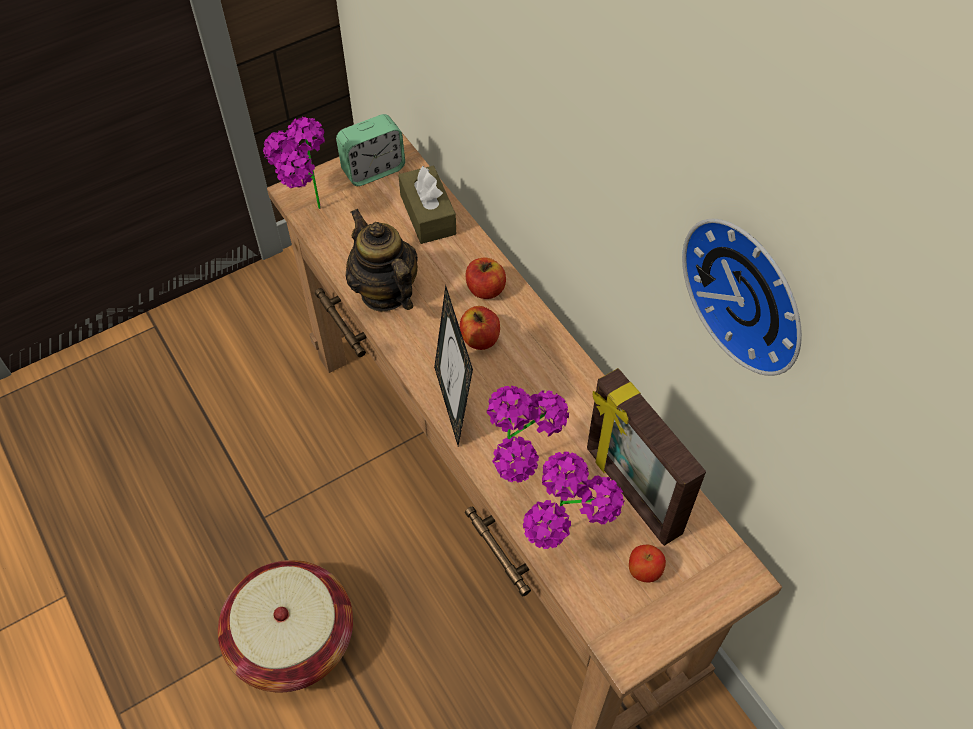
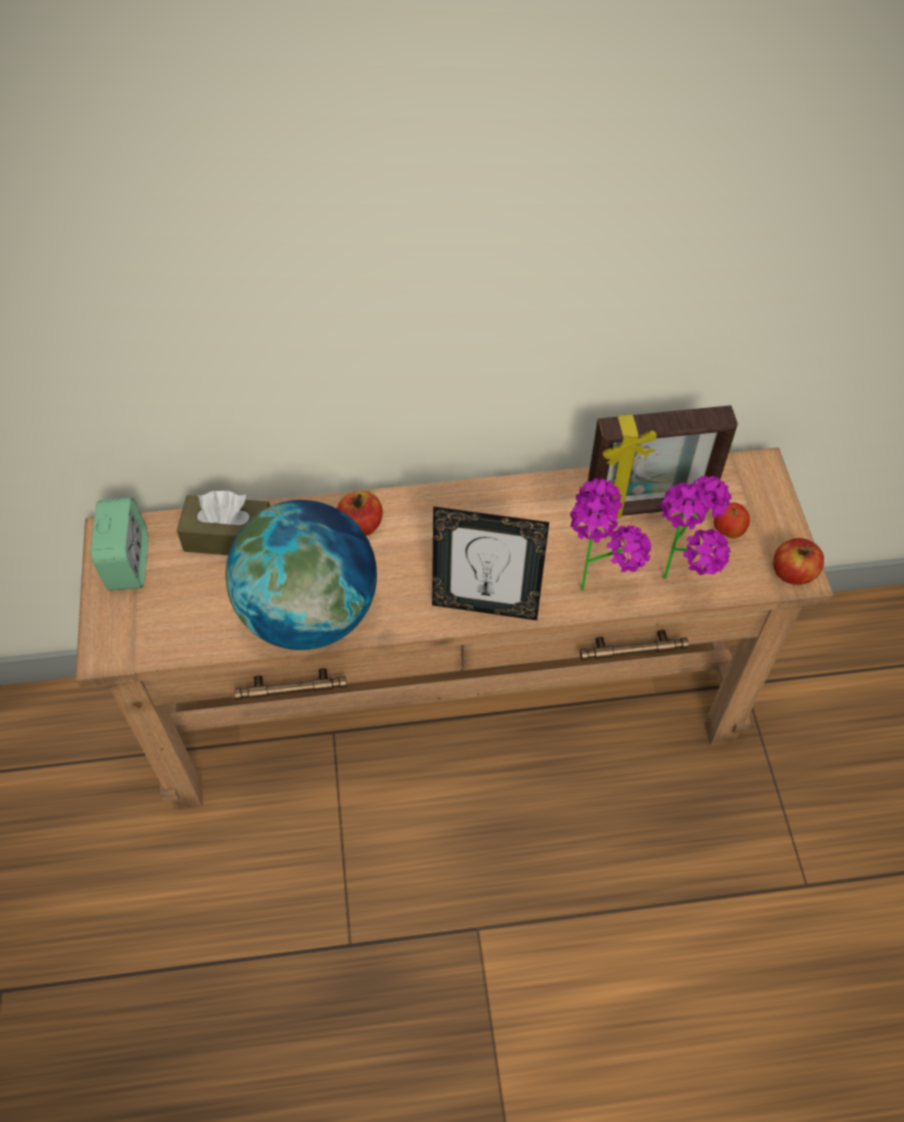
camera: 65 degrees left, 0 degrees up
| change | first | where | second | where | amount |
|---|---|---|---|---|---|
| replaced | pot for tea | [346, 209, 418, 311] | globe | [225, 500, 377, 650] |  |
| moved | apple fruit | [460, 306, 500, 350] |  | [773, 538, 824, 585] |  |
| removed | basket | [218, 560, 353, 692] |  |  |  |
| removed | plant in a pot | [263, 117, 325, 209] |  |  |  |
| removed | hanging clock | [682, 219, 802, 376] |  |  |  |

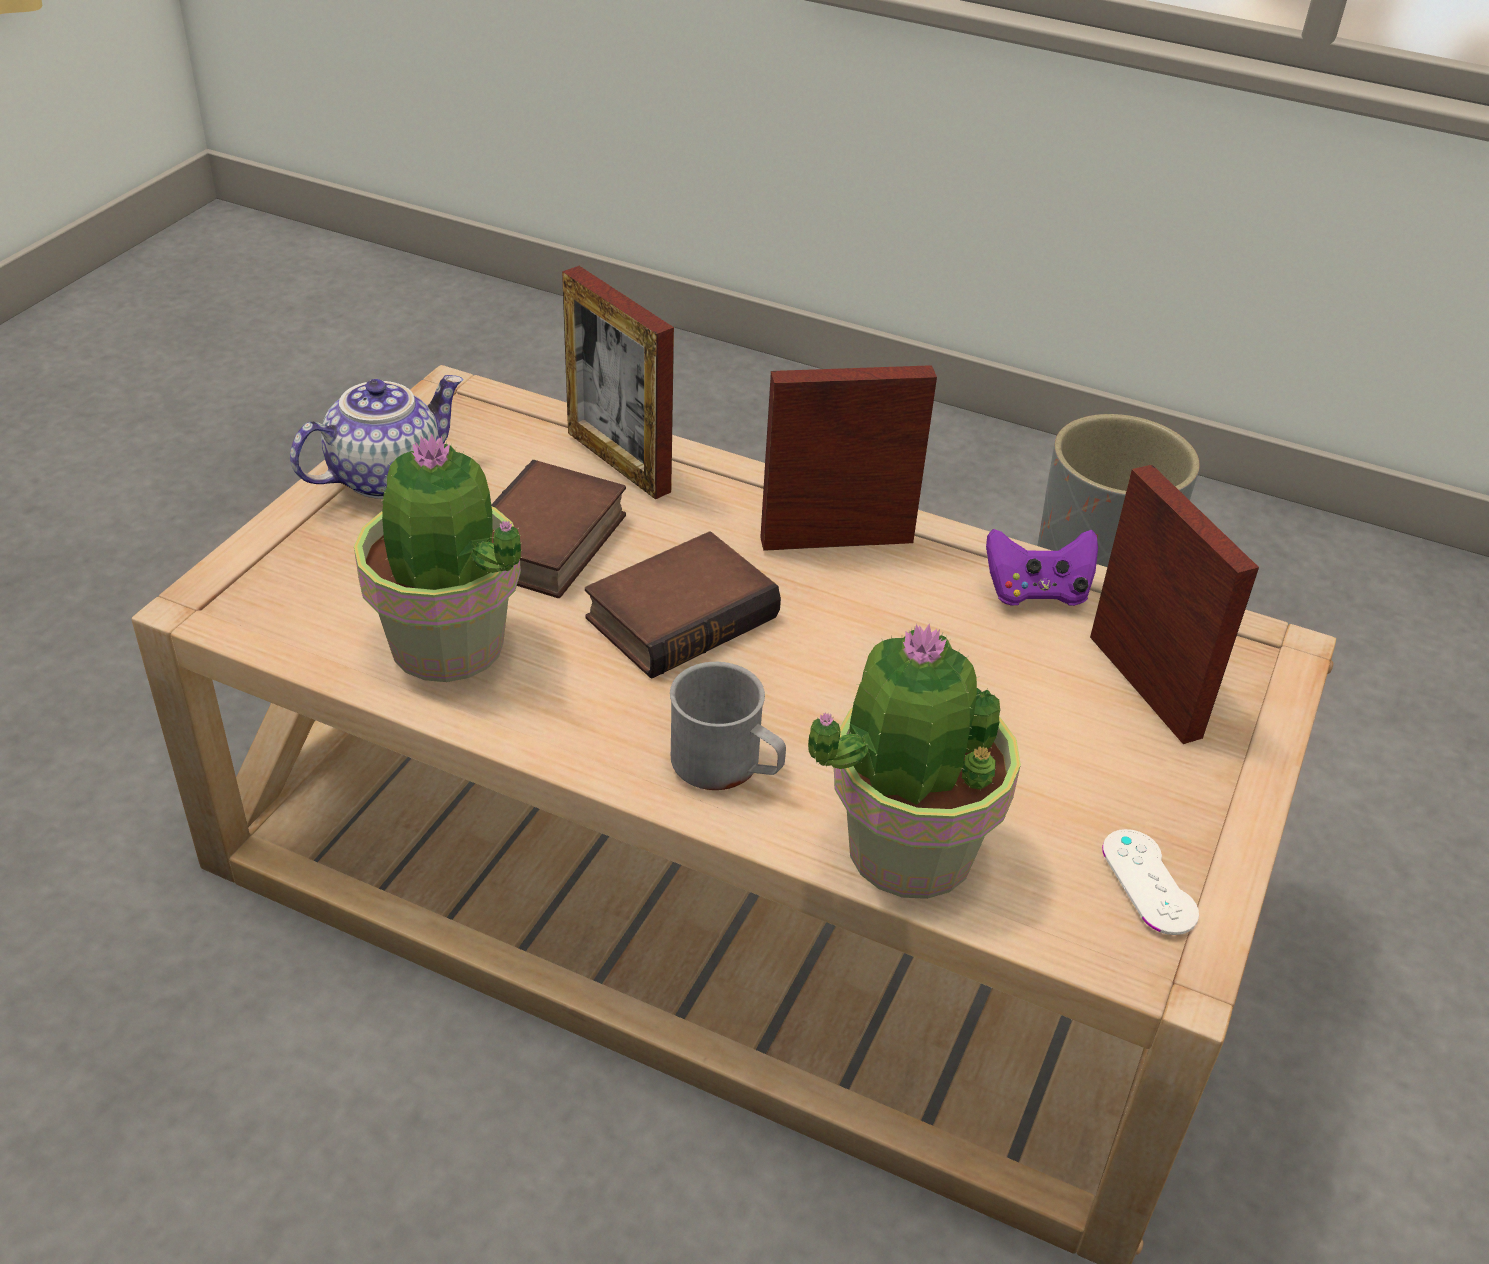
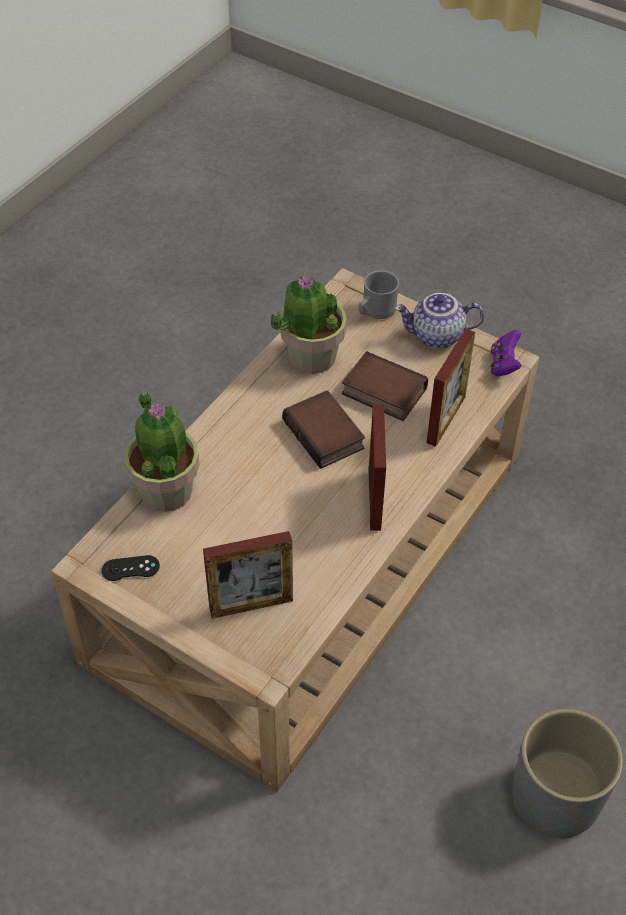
camera: 100 degrees right, 10 degrees up
| change | first | where | second | where | amount |
|---|---|---|---|---|---|
| recoloured | gamepad (white) | [1102, 829, 1199, 935] | gamepad (black-coloured) | [102, 555, 160, 581] |  |
| moved | coffee mug (grey) | [670, 662, 786, 790] |  | [358, 270, 399, 319] |  |
| turned | pot for tea | [290, 375, 463, 499] |  | [395, 293, 484, 348] | 120 degrees clockwise |
| turned | photo frame | [562, 266, 674, 499] |  | [427, 329, 475, 447] | 150 degrees clockwise |
| moved | gamepad (purple) | [986, 529, 1098, 606] |  | [491, 330, 521, 376] |  |

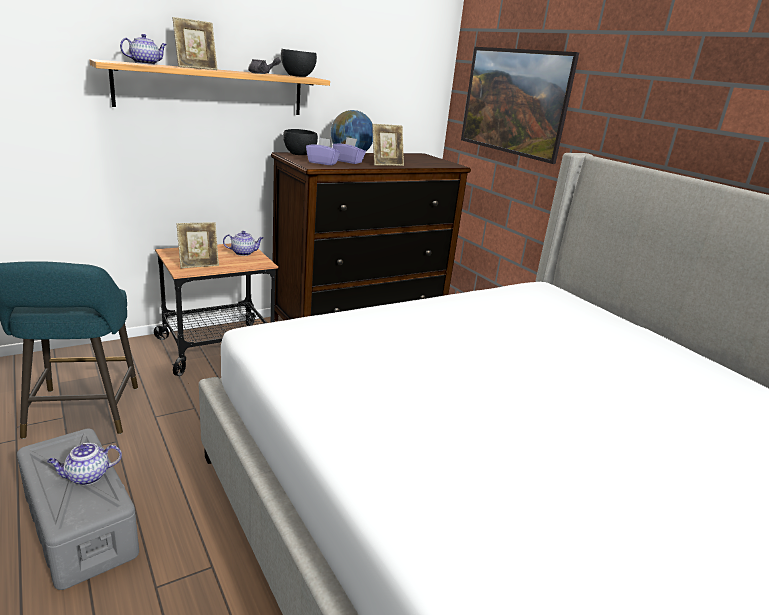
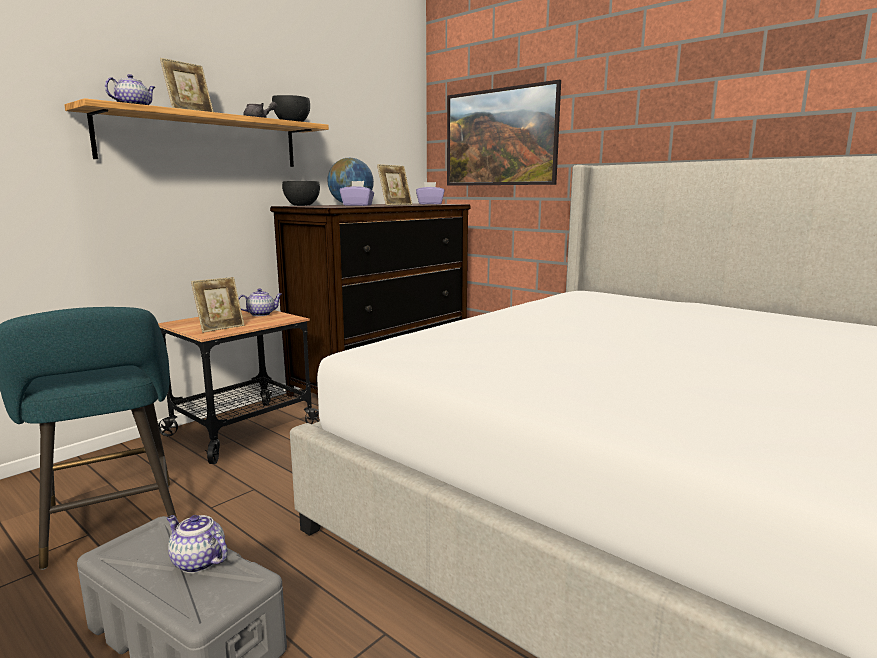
camera: 15 degrees left, 10 degrees down
| change | first | where | second | where | amount |
|---|---|---|---|---|---|
| turned | pot for tea | [47, 443, 122, 485] |  | [167, 515, 228, 573] | 75 degrees clockwise |
| moved | tissue box (purple) | [306, 137, 341, 165] |  | [416, 182, 445, 204] |  |

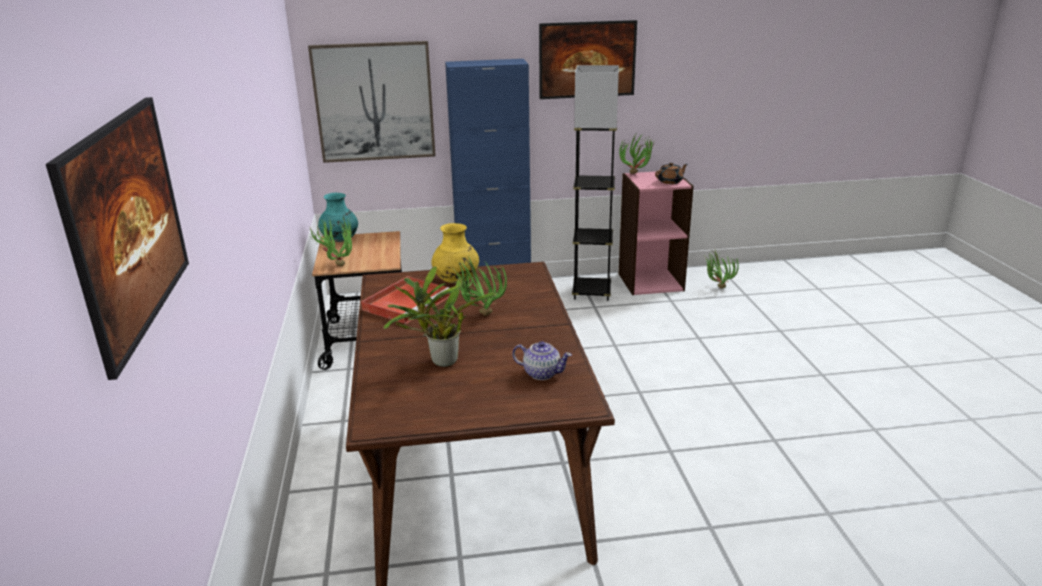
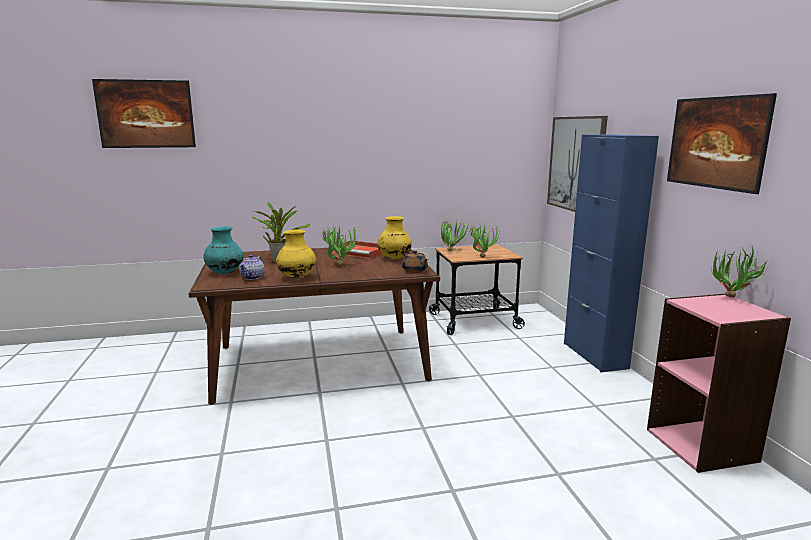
camera: 85 degrees right, 10 degrees down
| change | first | where | second | where | amount |
|---|---|---|---|---|---|
| moved | decorative vase (turquoise) | [318, 193, 358, 242] |  | [204, 226, 243, 274] |  |
| added |  |  | decorative vase (yellow) | [276, 230, 316, 278] |  |
| moved | pot for tea (brown) | [655, 162, 688, 184] |  | [402, 250, 428, 273] |  |
| moved | plant in a pot | [704, 250, 738, 289] |  | [469, 225, 500, 258] |  |
| removed | standing lamp (grey) | [572, 65, 619, 301] |  |  |  |

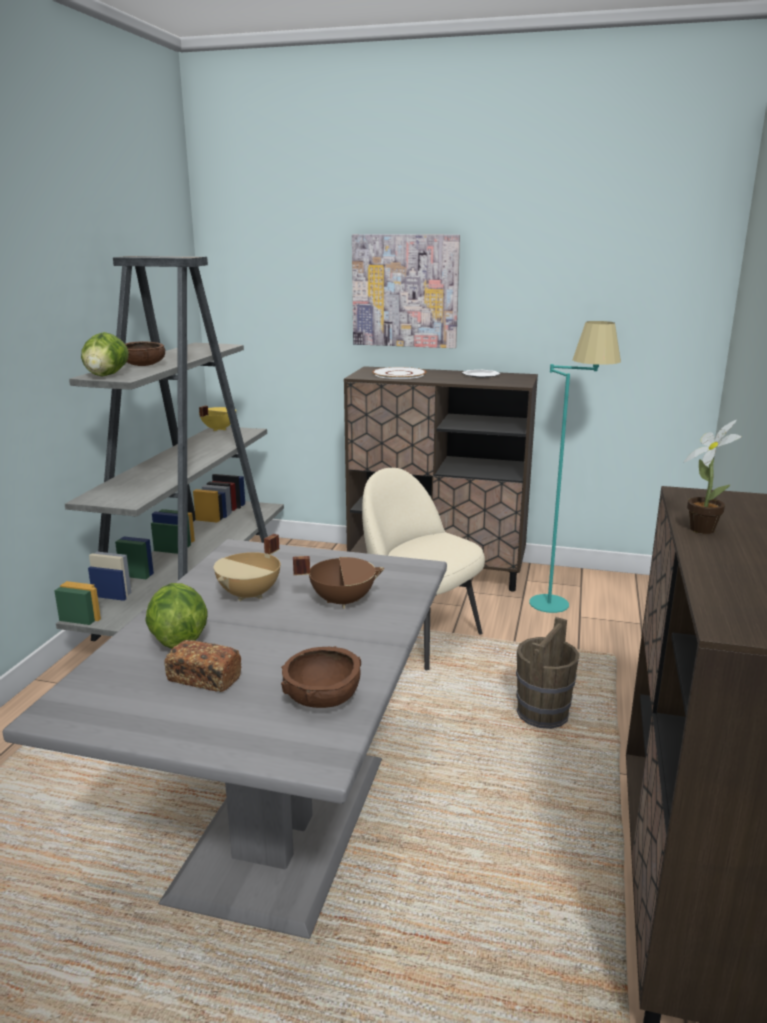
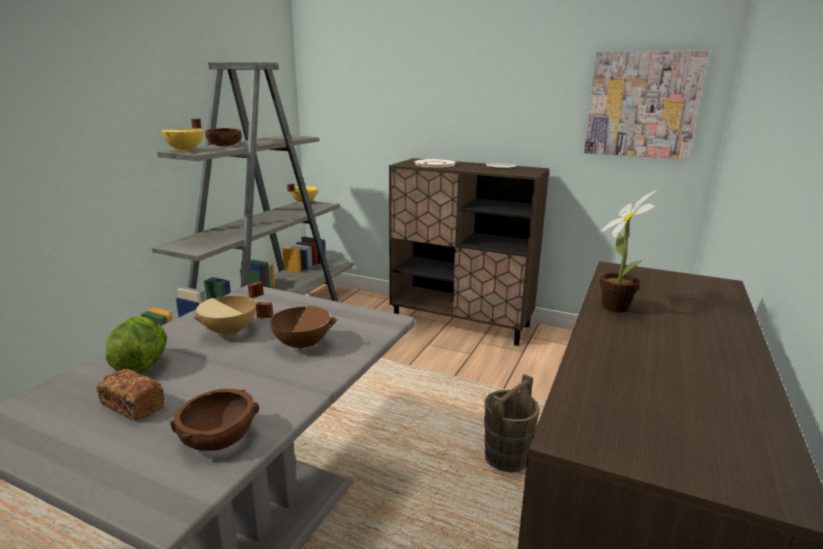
camera: 10 degrees right, 0 degrees up
| change | first | where | second | where | amount |
|---|---|---|---|---|---|
| replaced | lettuce head | [81, 332, 129, 376] | saucepot (yellow) | [161, 118, 204, 152] |  |
| moved | picture | [352, 234, 460, 348] |  | [584, 50, 709, 159] |  |
| removed | chair (beige) | [362, 468, 485, 670] |  |  |  |
| removed | standing lamp (turquoise) | [529, 321, 621, 613] |  |  |  |

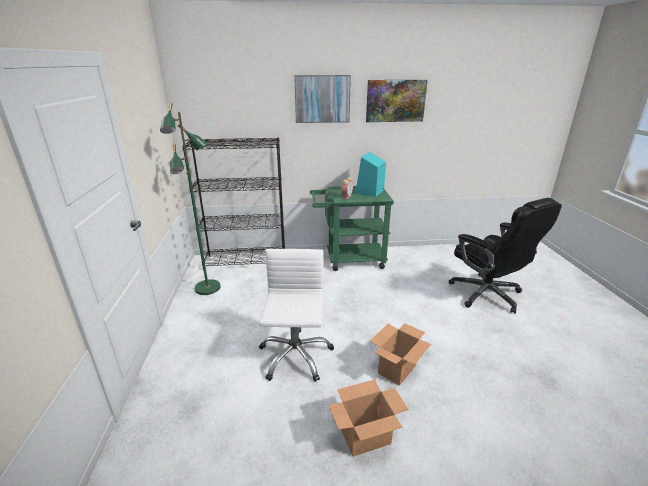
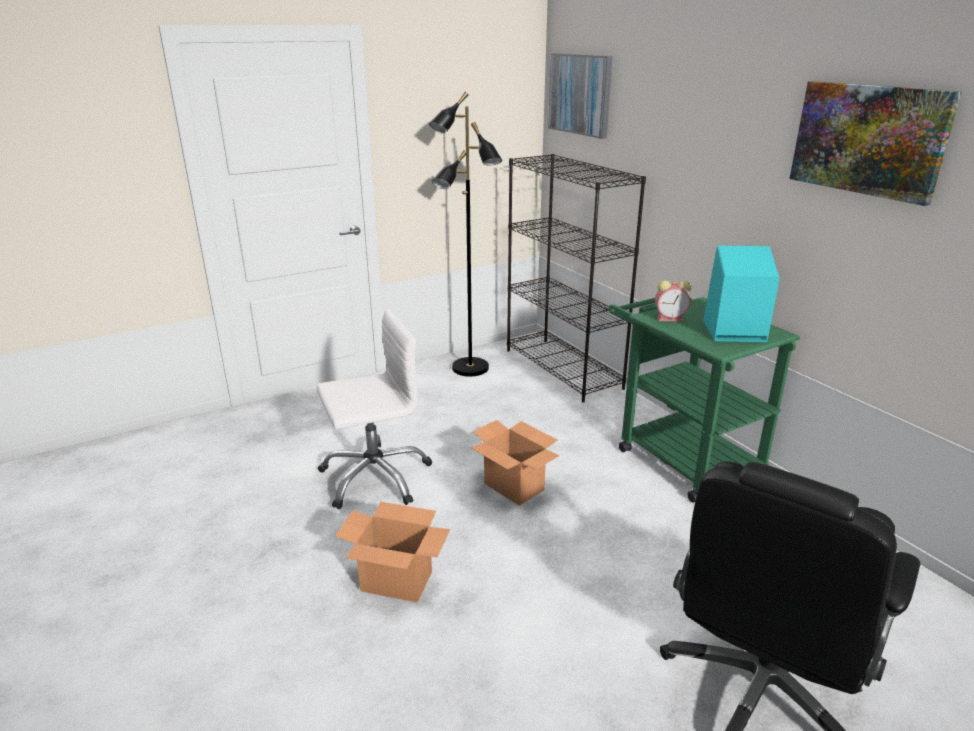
camera: 65 degrees right, 0 degrees up
| change | first | where | second | where | amount |
|---|---|---|---|---|---|
| recoloured | standing lamp (green-coloured) | [160, 102, 221, 295] | standing lamp (black-coloured) | [429, 92, 502, 377] |  |
| moved | cardboard box | [328, 379, 409, 457] |  | [472, 420, 560, 506] |  |
| moved | picture | [294, 75, 351, 123] |  | [548, 53, 613, 139] |  |

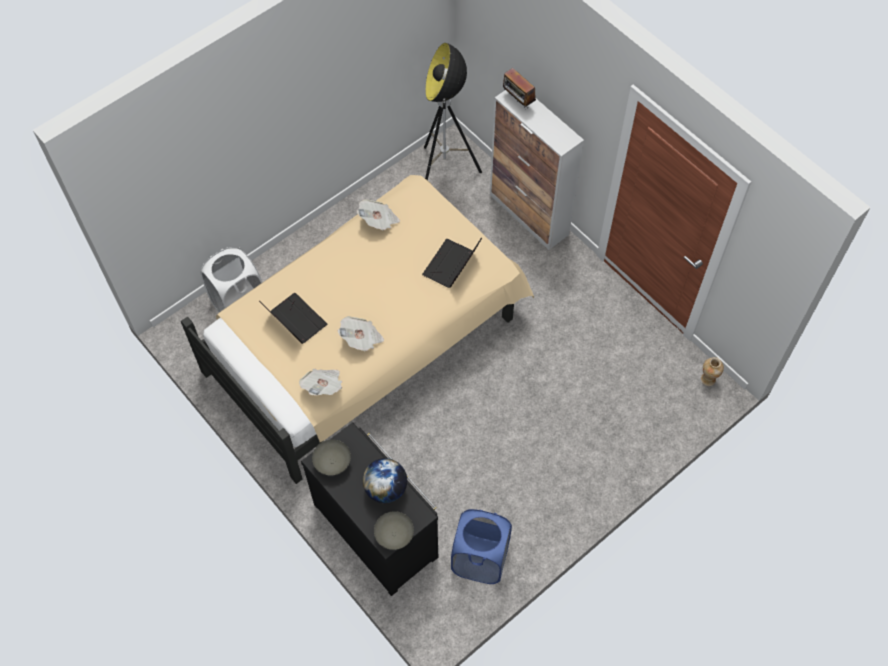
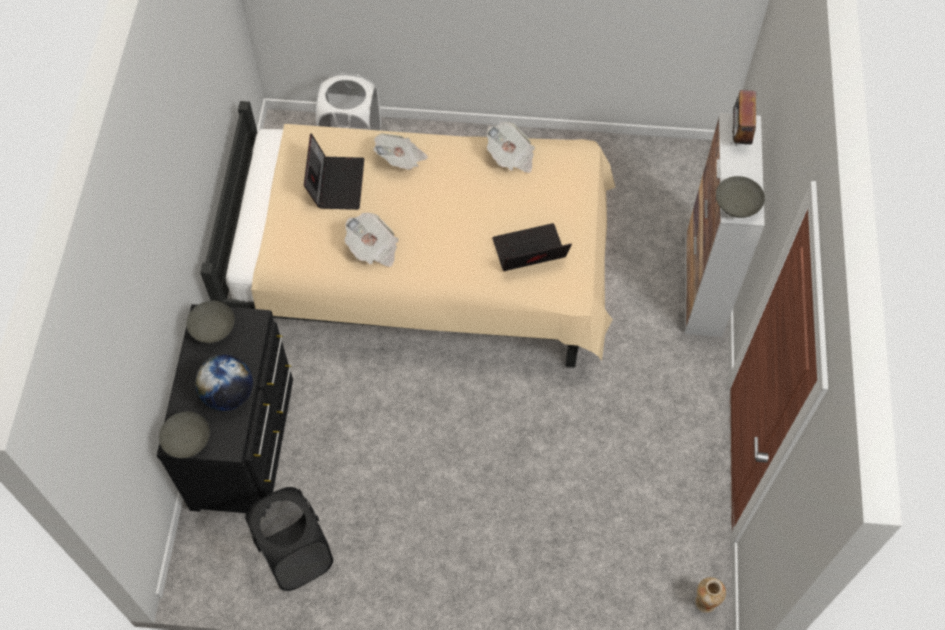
camera: 45 degrees right, 0 degrees up
| change | first | where | second | where | amount |
|---|---|---|---|---|---|
| recoloured | hamper (blue) | [451, 509, 512, 584] | hamper (black-coloured) | [245, 487, 333, 591] |  |
| moved | daily paper | [299, 369, 342, 395] |  | [373, 133, 428, 170] |  |
| added |  |  | bowl (grey) | [716, 176, 765, 218] |  |
| removed | standing lamp | [424, 43, 482, 180] |  |  |  |

